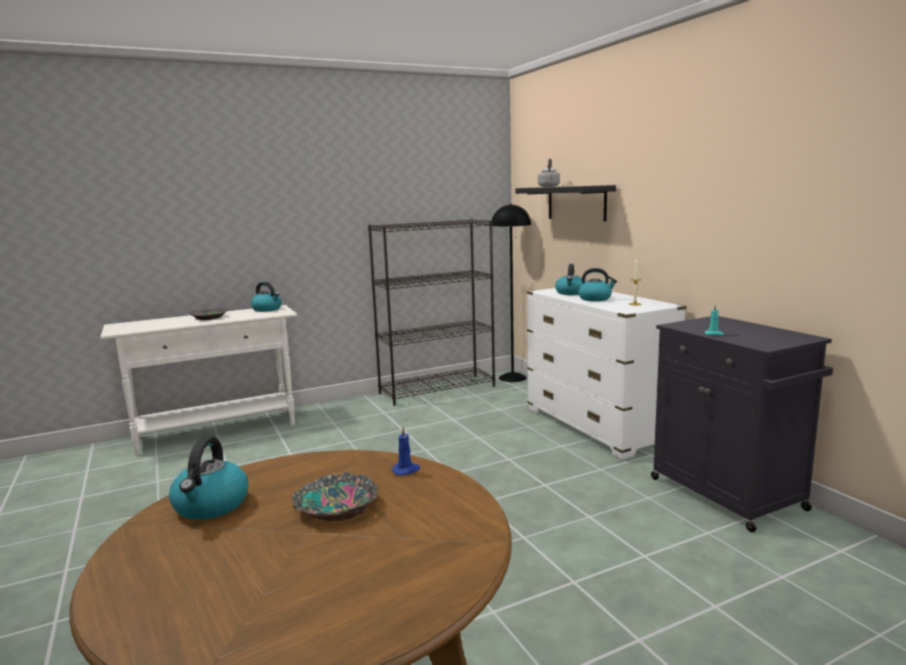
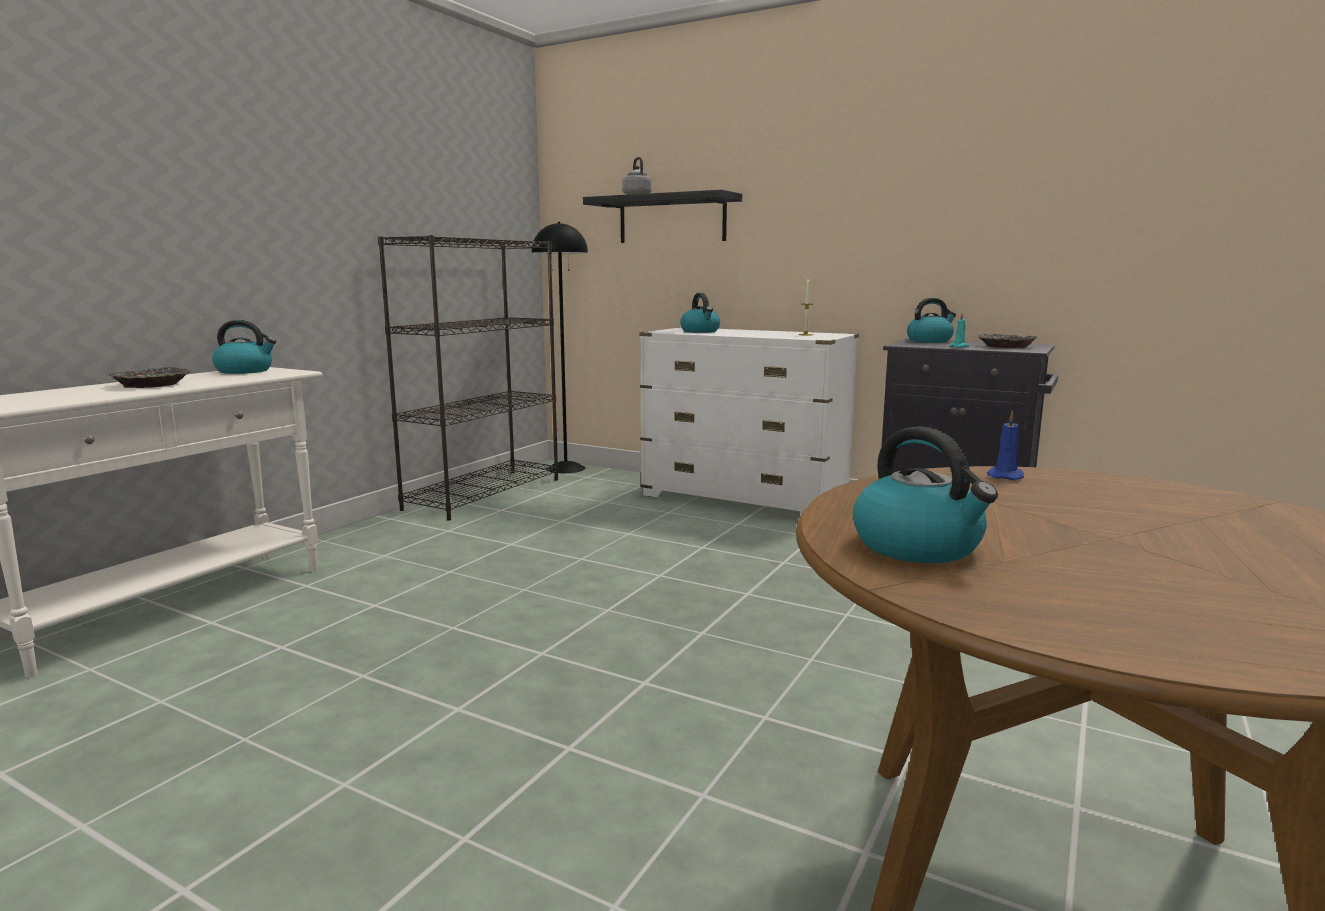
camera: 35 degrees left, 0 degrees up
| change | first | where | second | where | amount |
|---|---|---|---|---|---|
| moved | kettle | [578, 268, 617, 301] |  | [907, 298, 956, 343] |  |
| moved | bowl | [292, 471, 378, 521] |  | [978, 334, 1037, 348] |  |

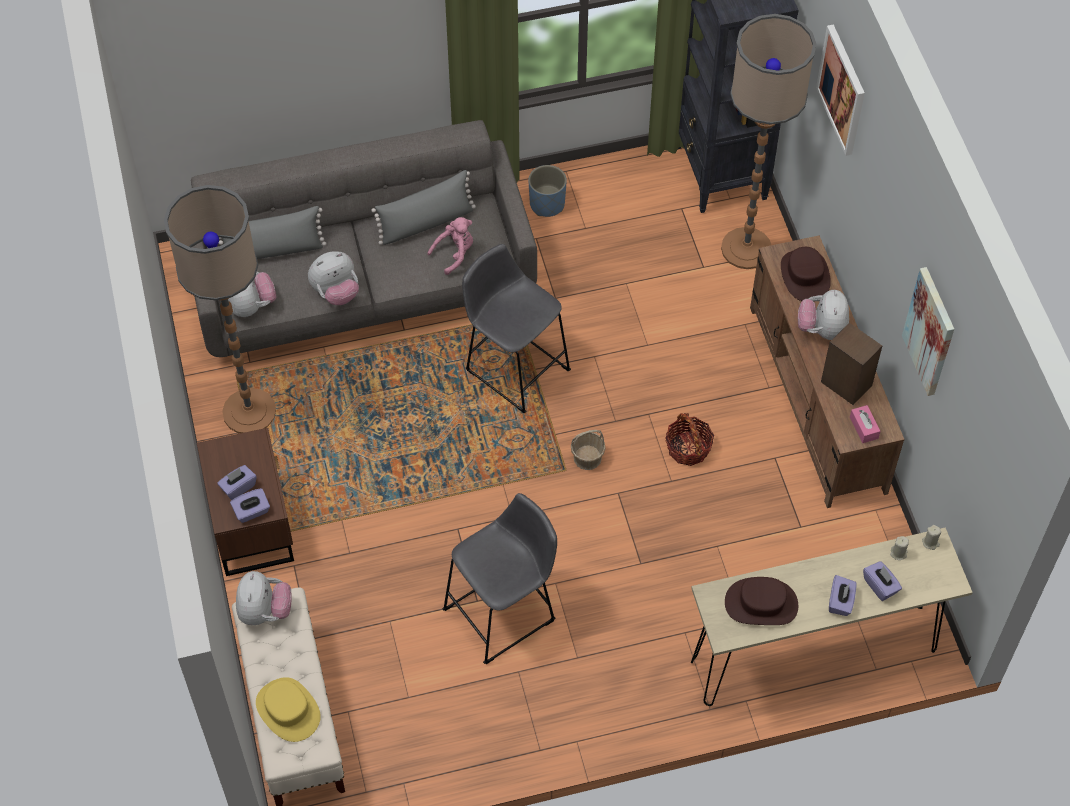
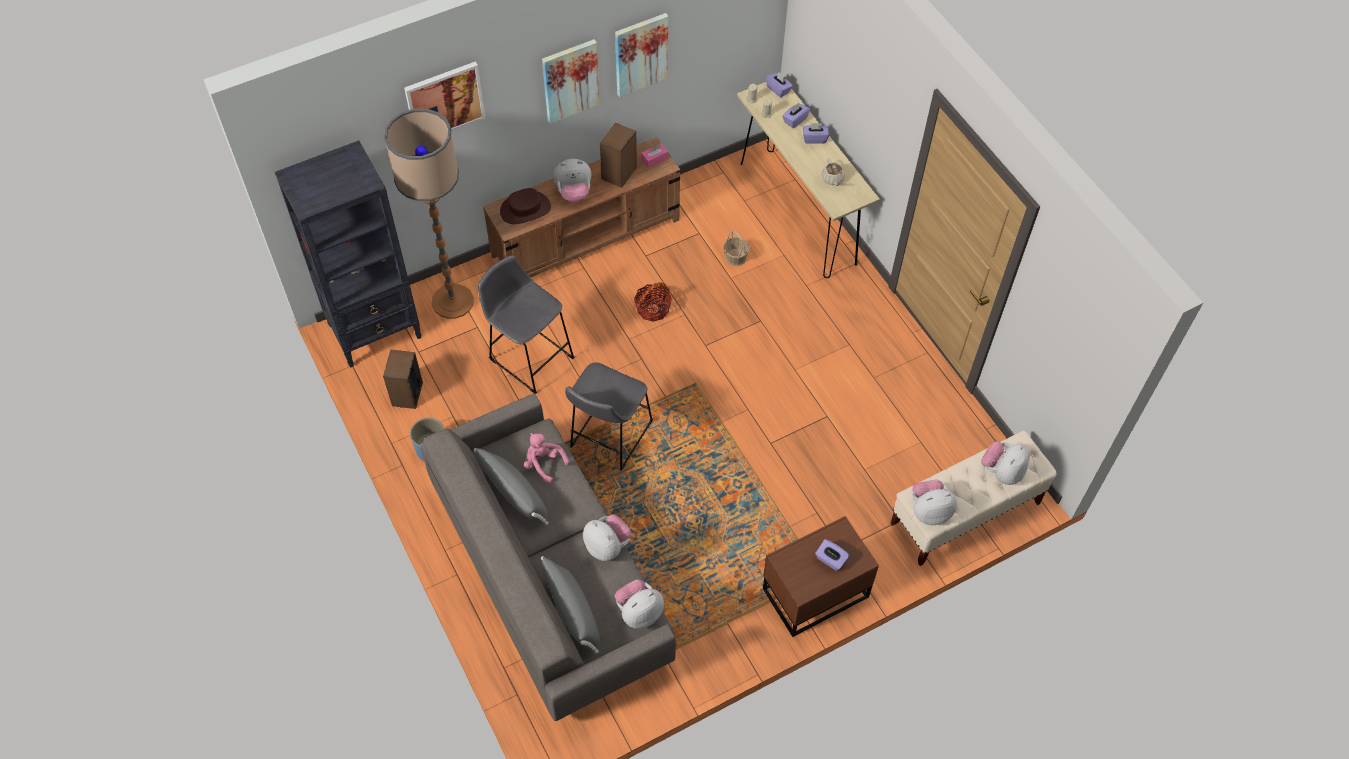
camera: 105 degrees left, 0 degrees up
| change | first | where | second | where | amount |
|---|---|---|---|---|---|
| added |  |  | audio speaker | [383, 350, 423, 409] |  |
| moved | stool (grey) | [442, 493, 557, 664] |  | [478, 255, 575, 394] |  |
| added |  |  | picture | [542, 39, 600, 124] |  |
| moved | basket | [571, 430, 606, 470] |  | [724, 230, 750, 266] |  |
| moved | tissue box (purple) | [230, 488, 270, 523] |  | [766, 72, 793, 98] |  |
| replaced | clothing hat (brown) | [725, 577, 798, 625] | pot for tea (beige) | [821, 158, 845, 186] |  |
| replaced | clothing hat (yellow) | [256, 677, 321, 742] | soft toy | [981, 441, 1030, 485] |  |
| removed | standing lamp | [164, 185, 276, 434] |  |  |  |

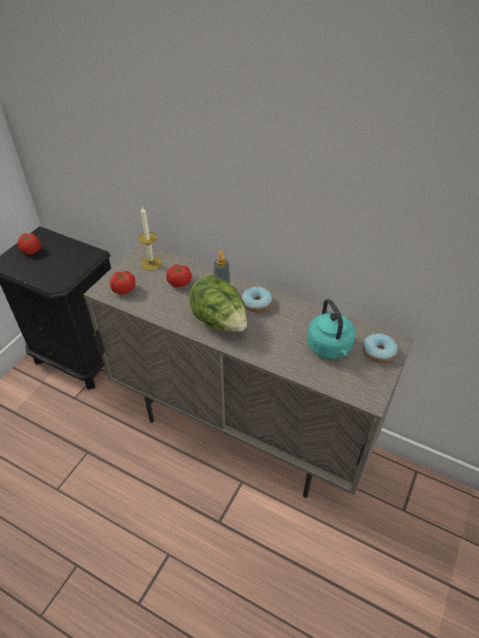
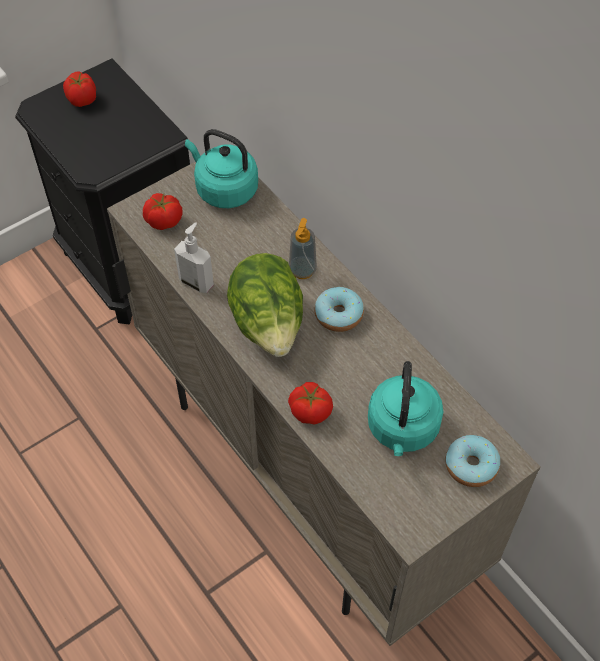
camera: 25 degrees right, 10 degrees up
| change | first | where | second | where | amount |
|---|---|---|---|---|---|
| added |  |  | soap bottle | [174, 222, 214, 293] |  |
| replaced | wax candle | [138, 206, 162, 270] | kettle (turquoise) | [185, 129, 258, 208] |  |
| moved | fresh tomato | [166, 264, 192, 288] |  | [288, 382, 333, 425] |  |

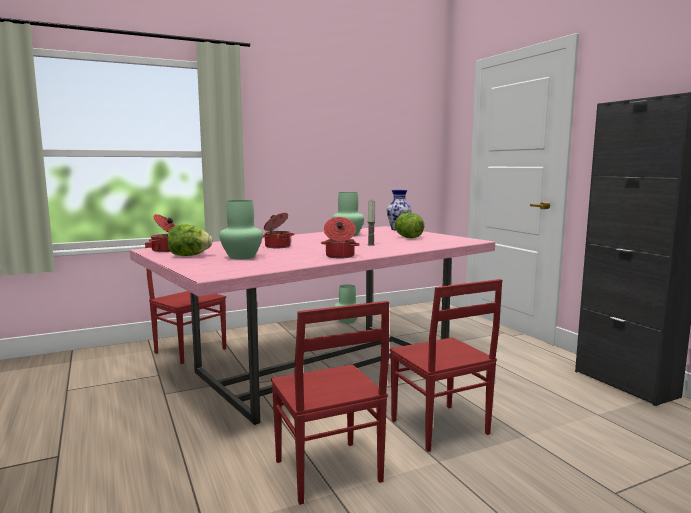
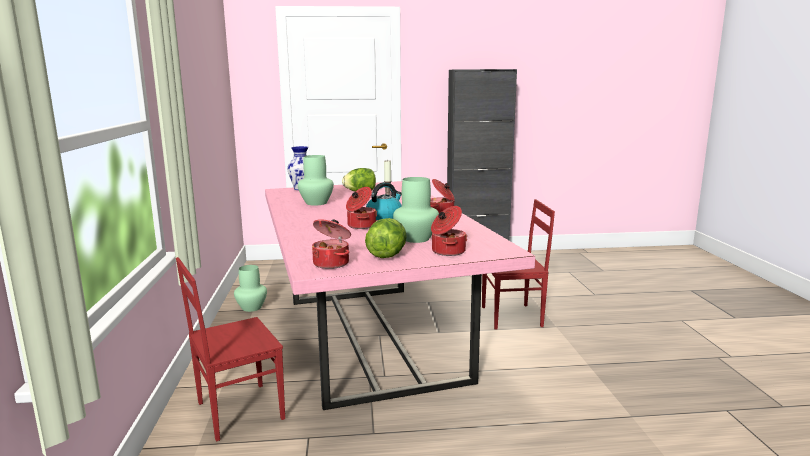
camera: 70 degrees left, 5 degrees up
| change | first | where | second | where | amount |
|---|---|---|---|---|---|
| added |  |  | kettle | [366, 182, 402, 220] |  |
| added |  |  | saucepot | [431, 206, 467, 256] |  |
| removed | chair (red) | [271, 301, 389, 505] |  |  |  |

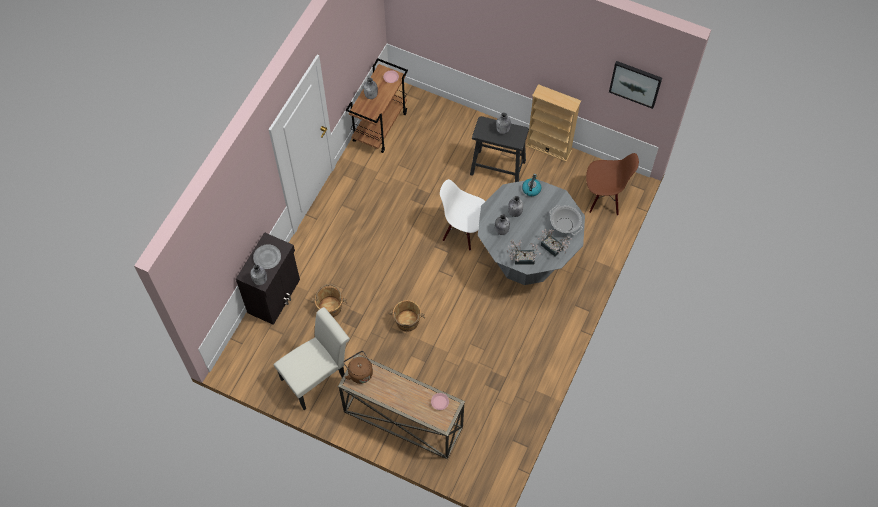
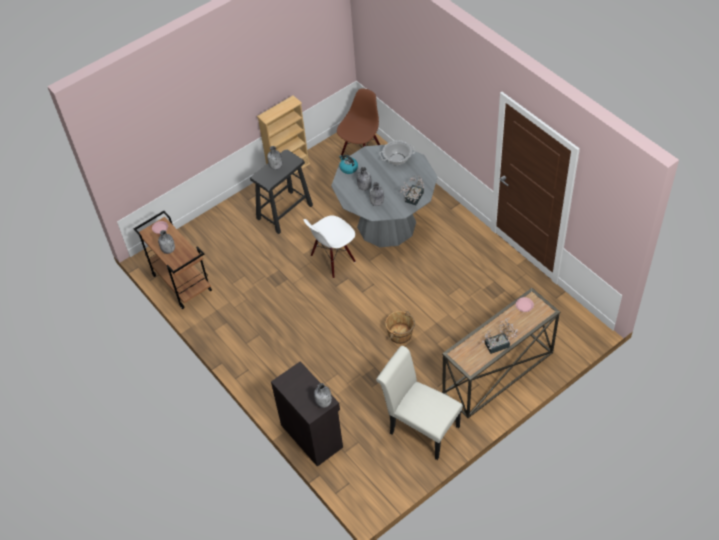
camera: 60 degrees left, 10 degrees down
| change | first | where | second | where | amount |
|---|---|---|---|---|---|
| turned | chair (white) | [274, 307, 350, 410] |  | [376, 346, 463, 460] | 45 degrees counterclockwise |
| moved | plant in a pot | [538, 229, 572, 256] |  | [482, 318, 518, 354] |  |
| removed | dinner plate (grey) | [253, 244, 281, 269] |  |  |  |
| removed | water bucket (brown) | [311, 284, 348, 317] |  |  |  |
| removed | kettle (brown) | [343, 351, 373, 384] |  |  |  |
| removed | picture | [609, 61, 662, 109] |  |  |  |

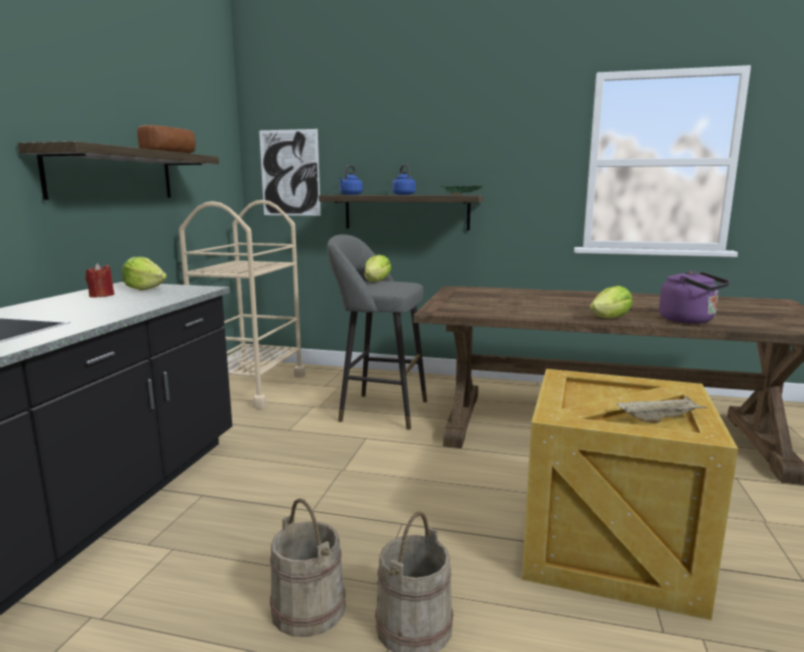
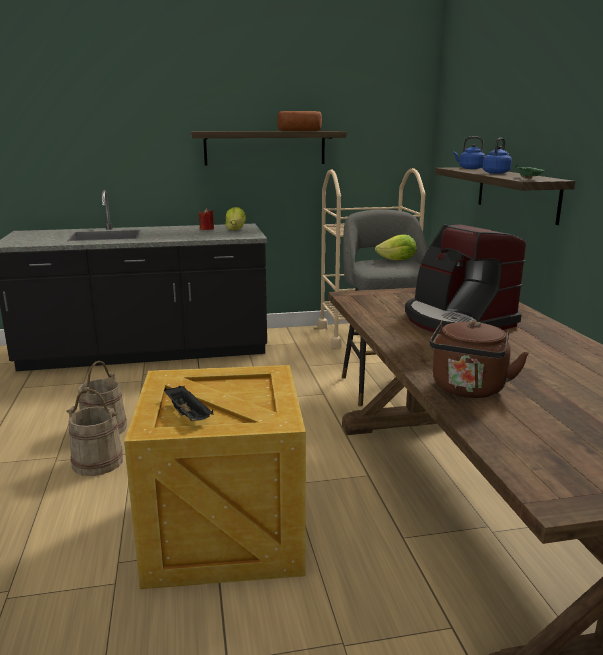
camera: 65 degrees right, 5 degrees up
| change | first | where | second | where | amount |
|---|---|---|---|---|---|
| recoloured | serving tray (beige) | [617, 396, 708, 423] | serving tray (black-coloured) | [164, 386, 214, 421] |  |
| added |  |  | coffee machine | [405, 224, 526, 334] |  |
| recoloured | kettle (purple) | [659, 271, 730, 324] | kettle (brown) | [430, 320, 529, 398] |  |
| removed | picture | [259, 129, 321, 216] |  |  |  |
| removed | lettuce head | [590, 286, 633, 318] |  |  |  |

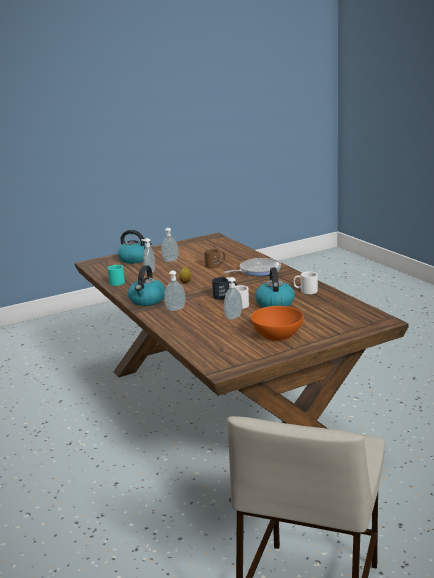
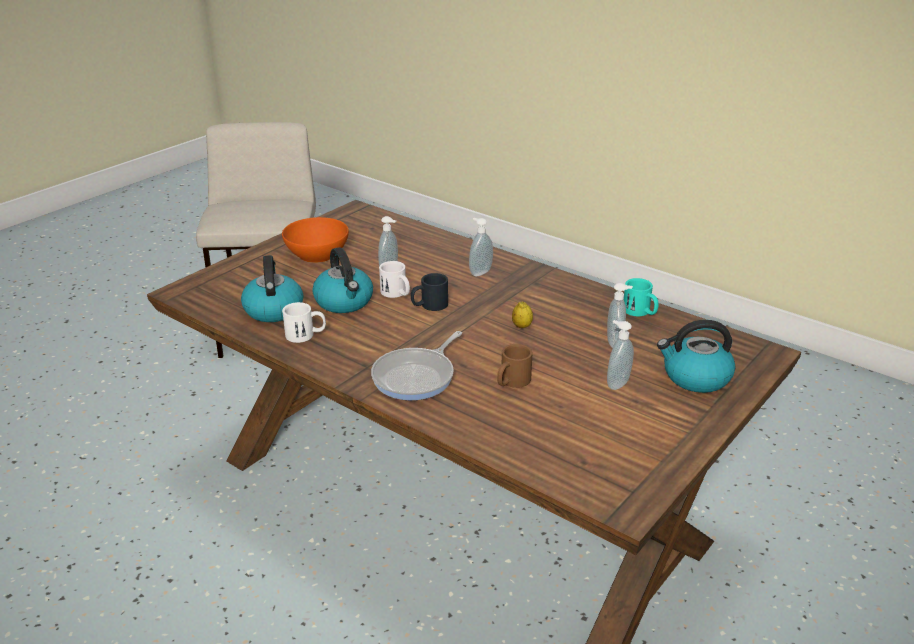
camera: 155 degrees right, 10 degrees up
| change | first | where | second | where | amount |
|---|---|---|---|---|---|
| moved | kettle | [128, 265, 165, 306] |  | [241, 255, 303, 322] |  |

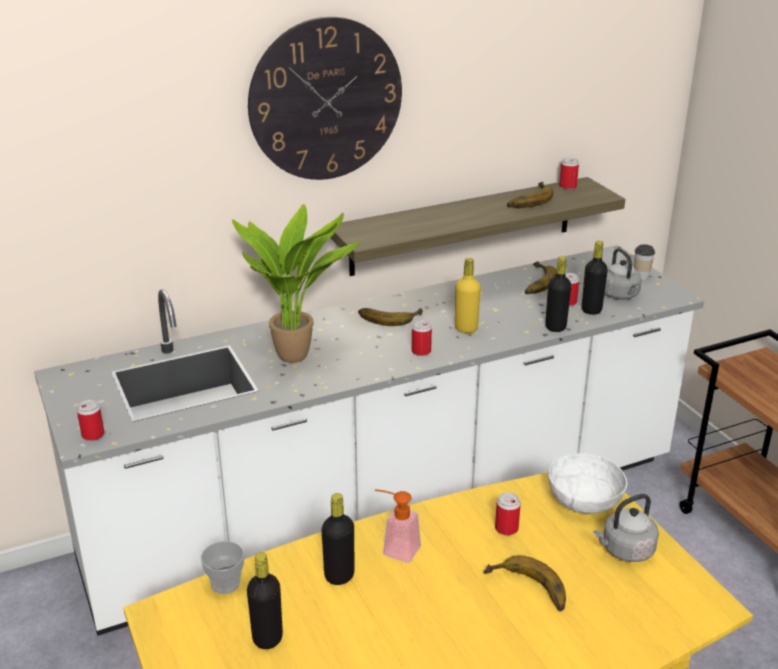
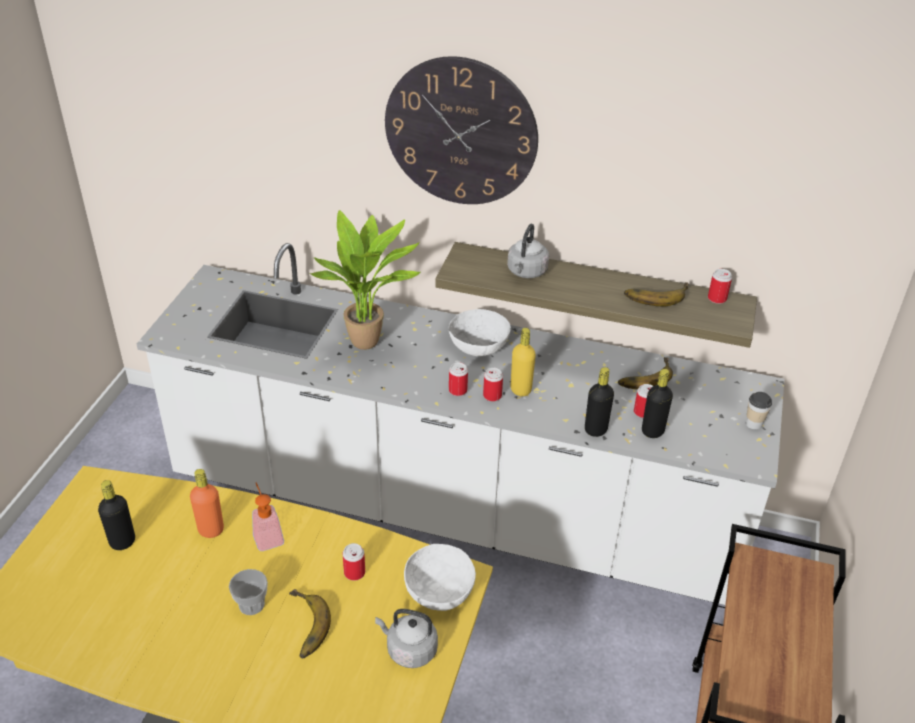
camera: 40 degrees right, 10 degrees up
| change | first | where | second | where | amount |
|---|---|---|---|---|---|
| recoloured | drink bottle (black-coloured) | [322, 493, 354, 585] | drink bottle (orange) | [190, 469, 224, 538] |  |
| moved | drinking cup | [201, 541, 245, 594] |  | [229, 569, 268, 615] |  |
| replaced | banana | [358, 308, 423, 326] | bowl (white) | [449, 309, 511, 356] |  |
| moved | can | [77, 400, 104, 441] |  | [483, 368, 503, 401] |  |
| moved | kettle (grey) | [605, 248, 642, 300] |  | [507, 224, 549, 278] |  |

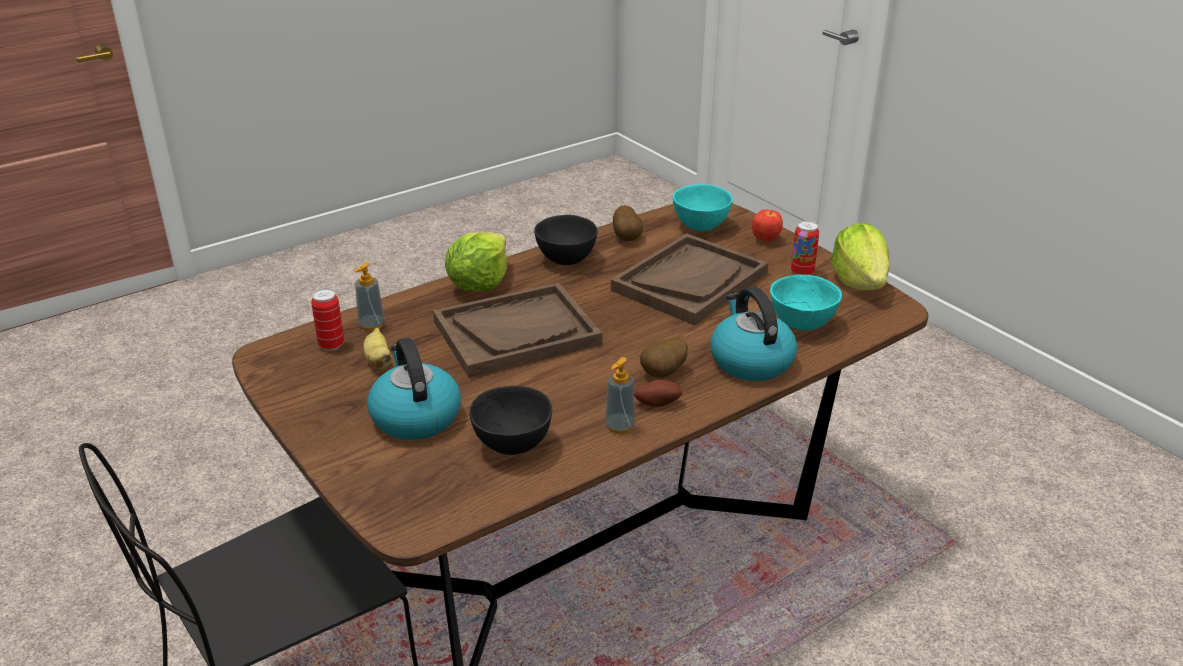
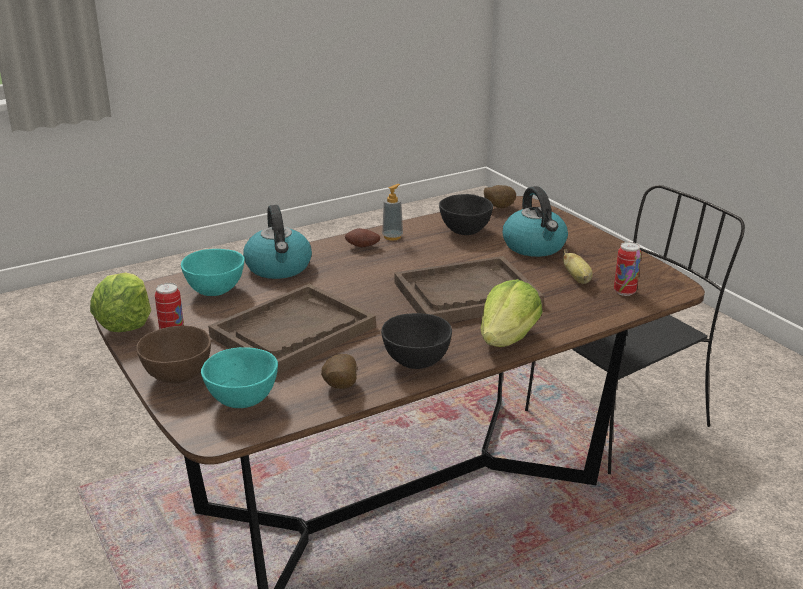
camera: 175 degrees left, 5 degrees down
| change | first | where | second | where | amount |
|---|---|---|---|---|---|
| replaced | apple fruit | [752, 210, 783, 242] | bowl (brown) | [136, 326, 211, 384] |  |
| moved | spud | [640, 337, 688, 378] |  | [484, 185, 516, 208] |  |
| removed | soap bottle | [354, 262, 385, 331] |  |  |  |

